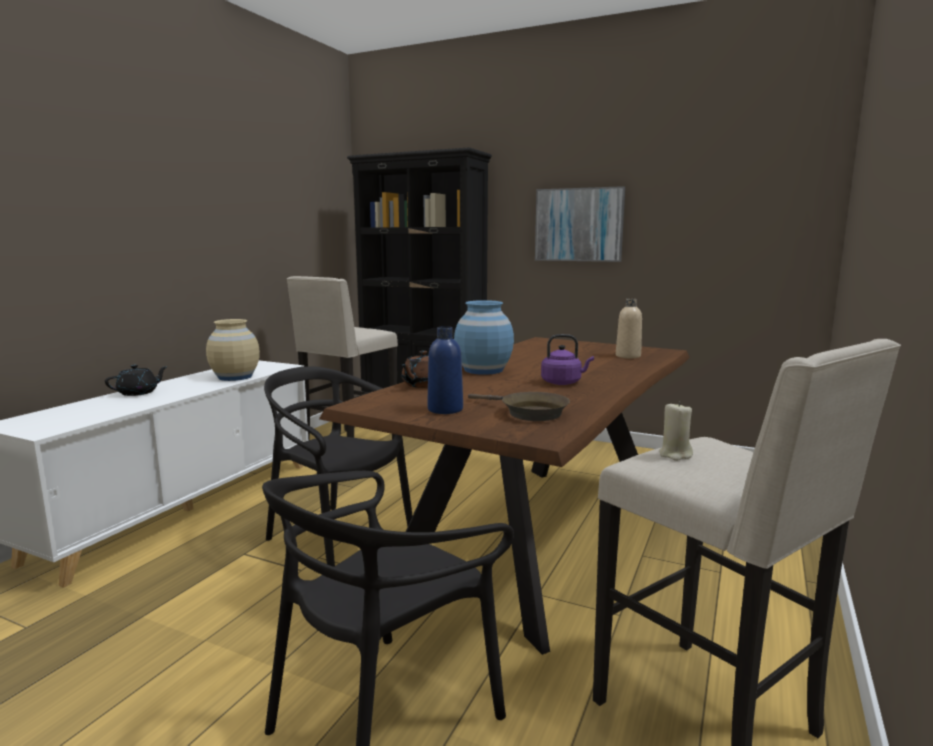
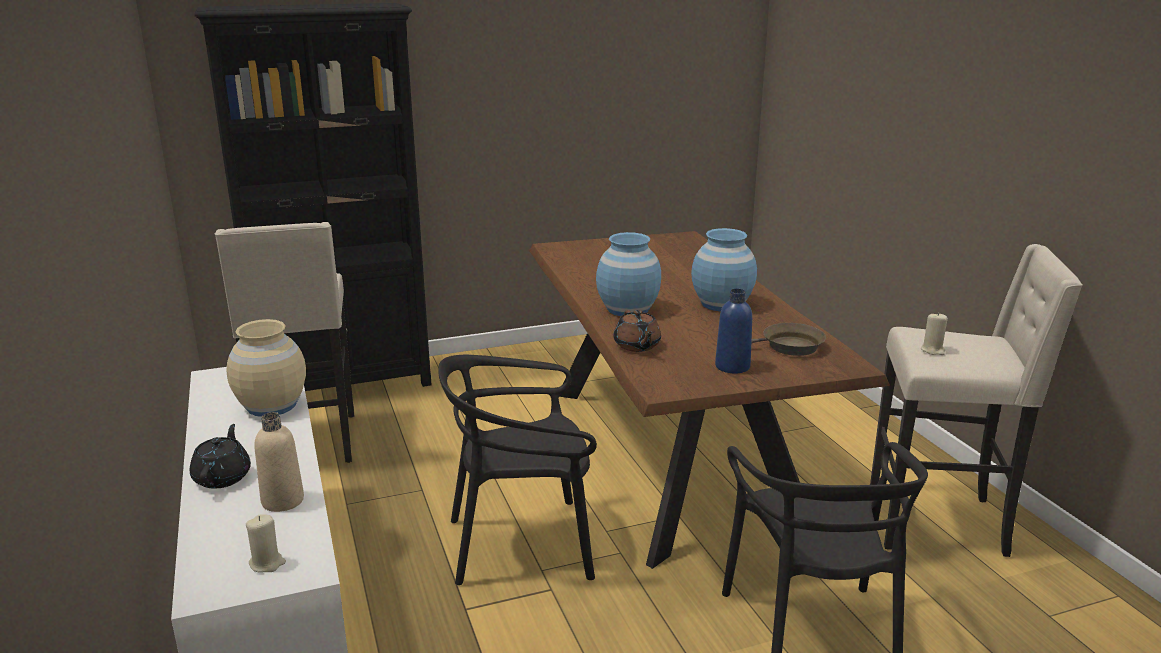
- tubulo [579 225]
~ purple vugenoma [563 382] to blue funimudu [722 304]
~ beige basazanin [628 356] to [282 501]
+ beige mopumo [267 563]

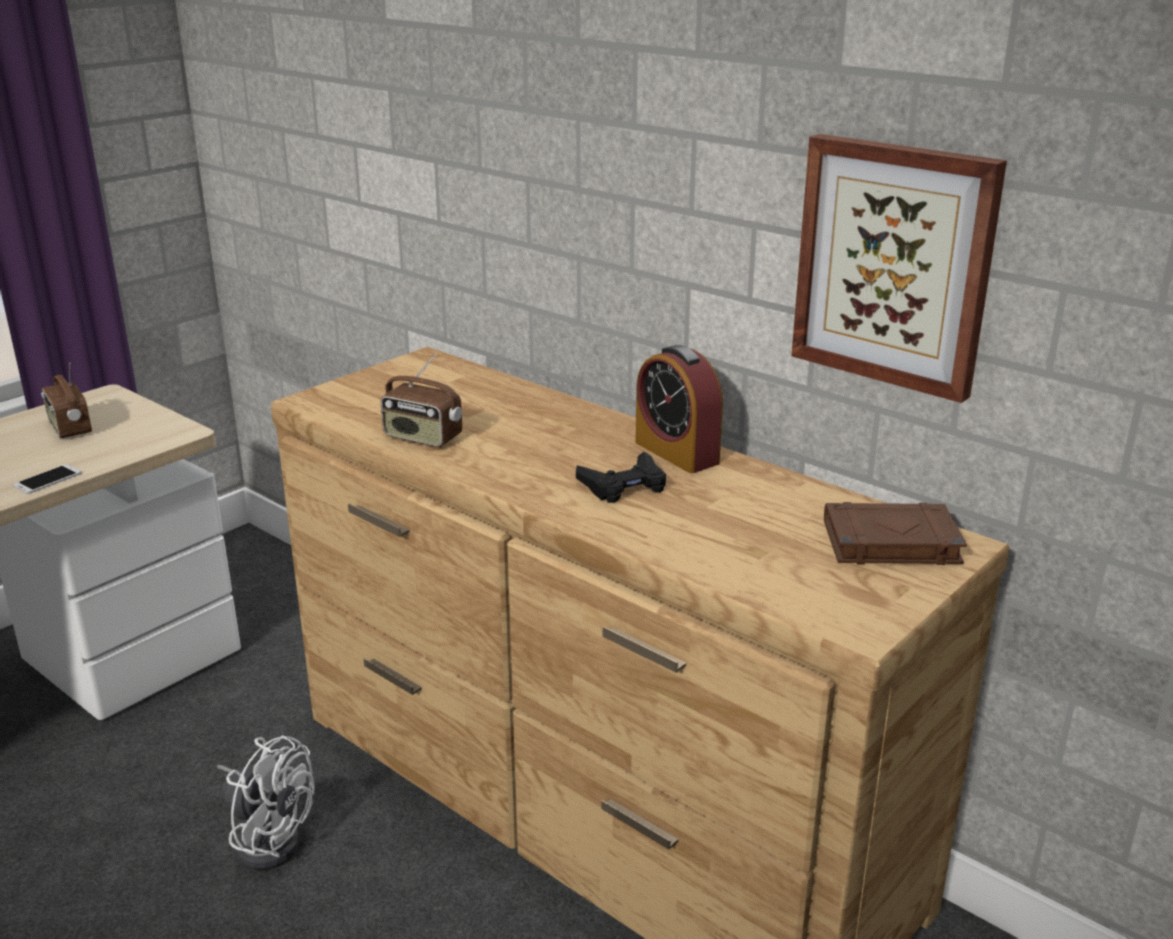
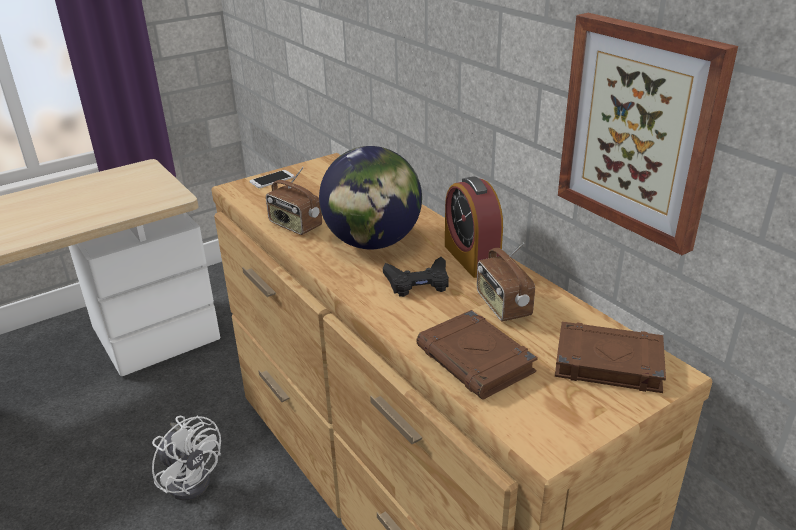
~ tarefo [48 480] to [272 179]
~ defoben [69 429] to [502 306]
+ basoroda [372 243]
+ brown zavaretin [476 360]

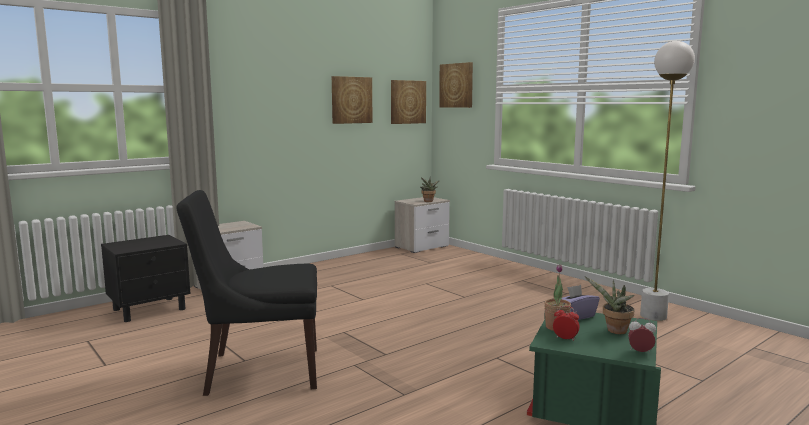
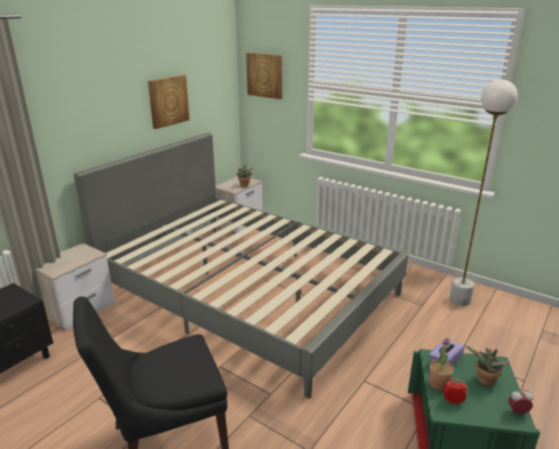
- tubulo [407 102]
+ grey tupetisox [248 291]

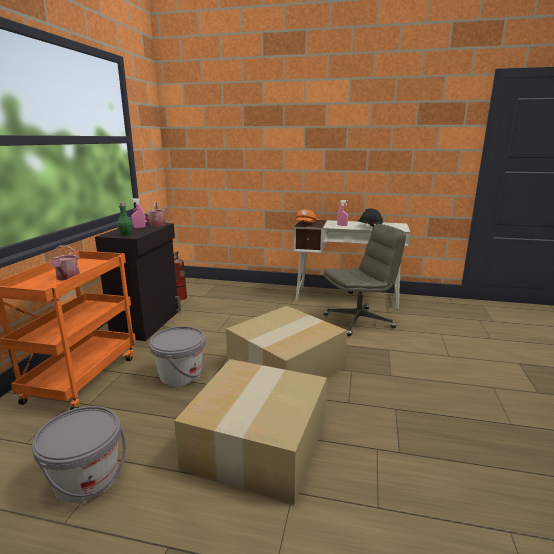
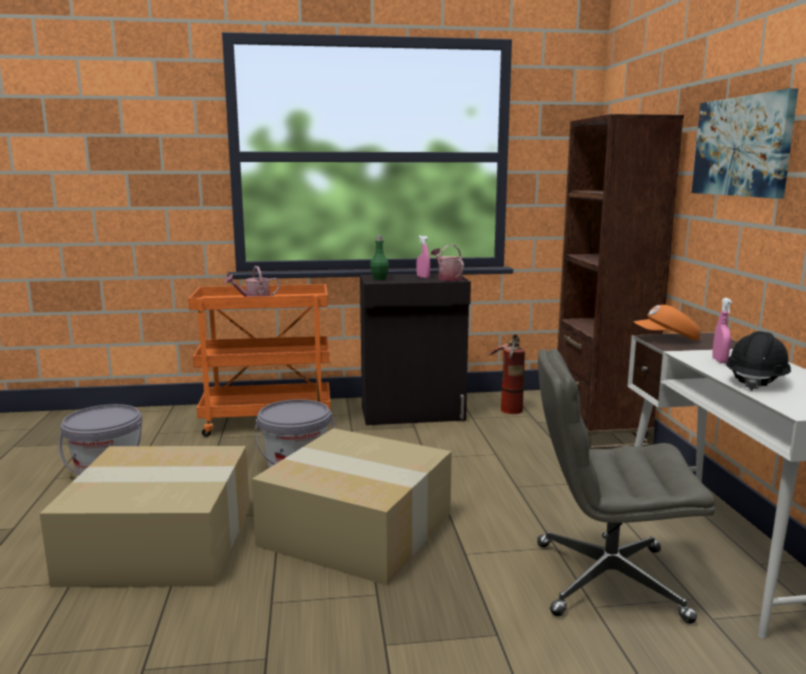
~ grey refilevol [359 321] = [606 581] 135 degrees clockwise
+ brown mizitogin [599 431]
+ tubulo [742 146]

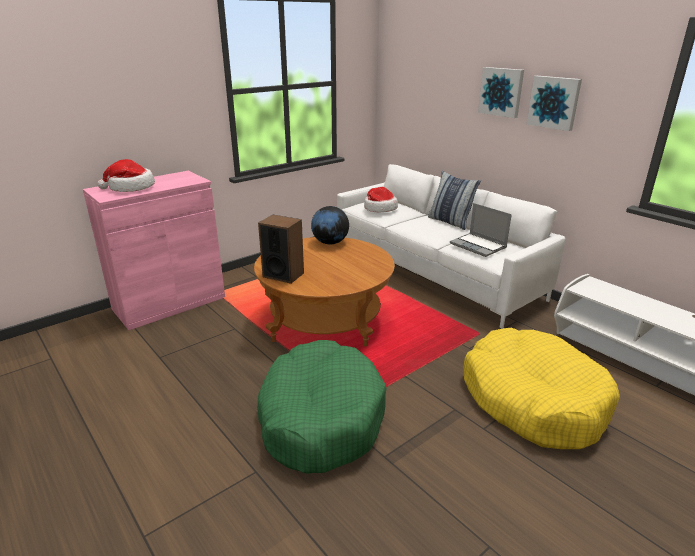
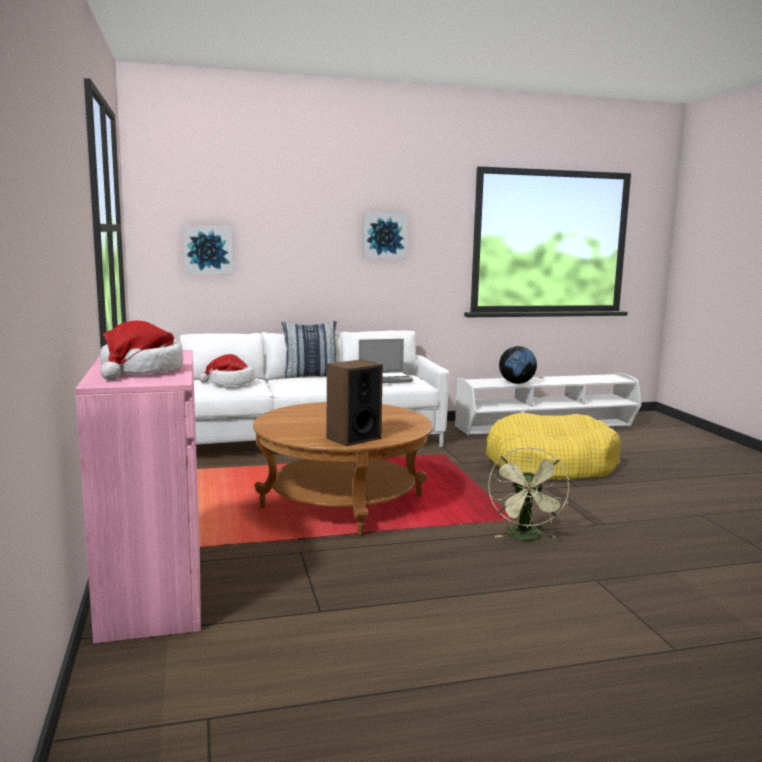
~ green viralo [320 417] to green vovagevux [526 537]
~ basoroda [330 242] to [516 383]
~ tubulo [501 92] to [208 250]

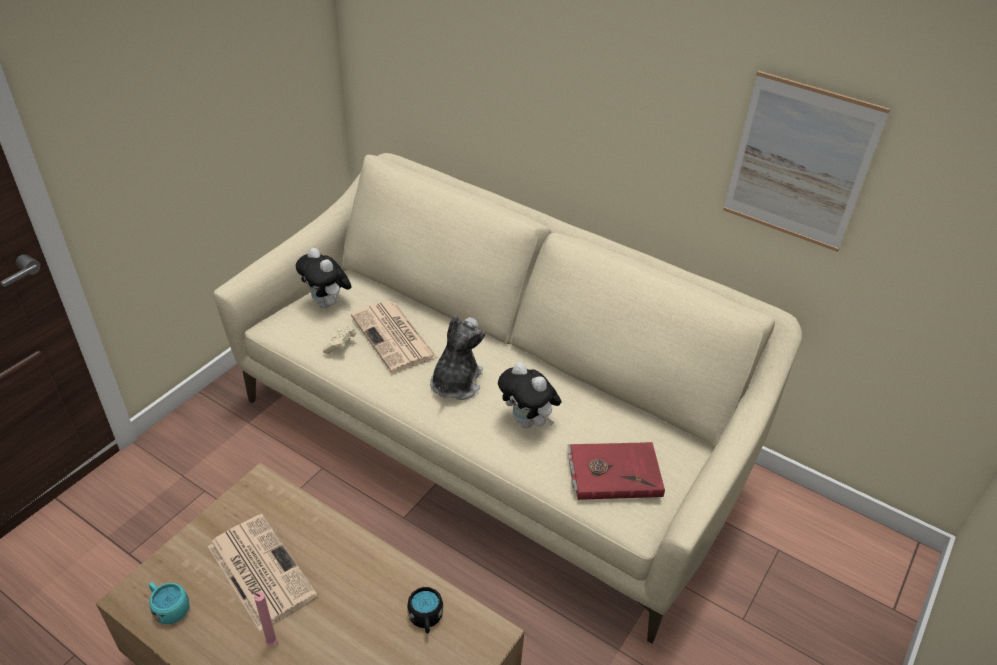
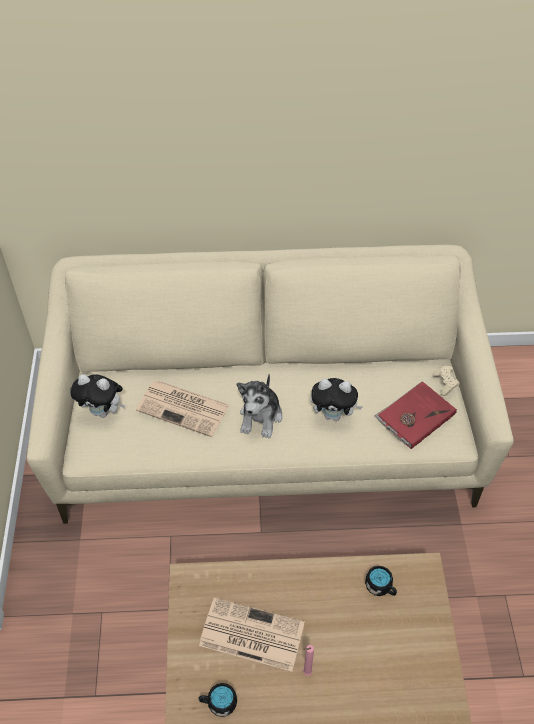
~ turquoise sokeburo [169 607] to black sokeburo [218 703]
~ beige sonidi [340 345] to [445 384]
~ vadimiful [455 383] = [261 417] 150 degrees counterclockwise
- tubulo [799 163]

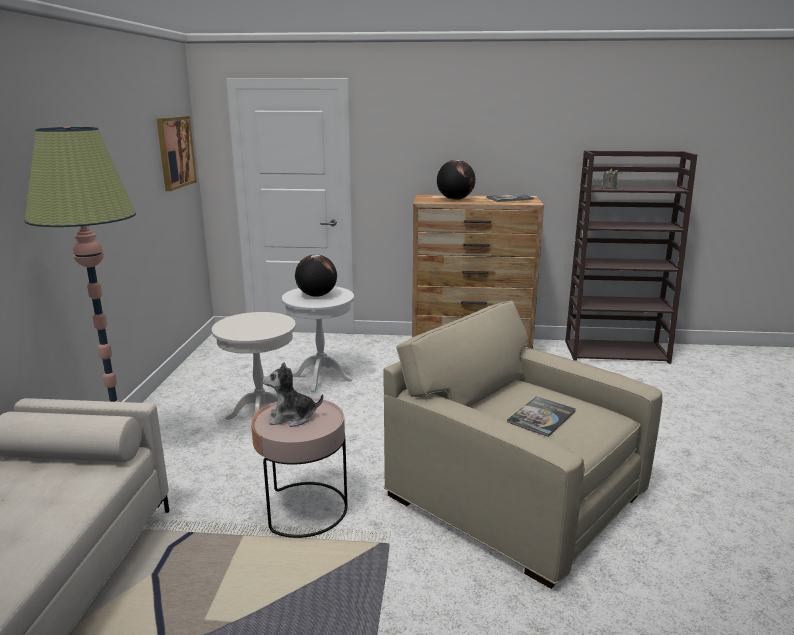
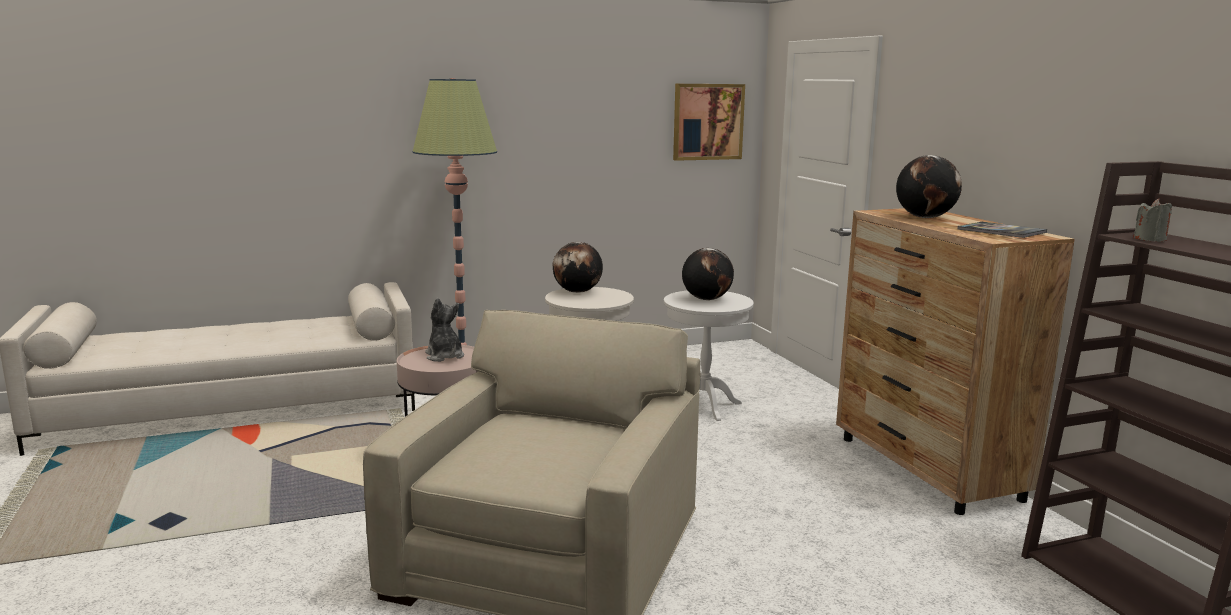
- zavaretin [541 417]
+ basoroda [577 292]

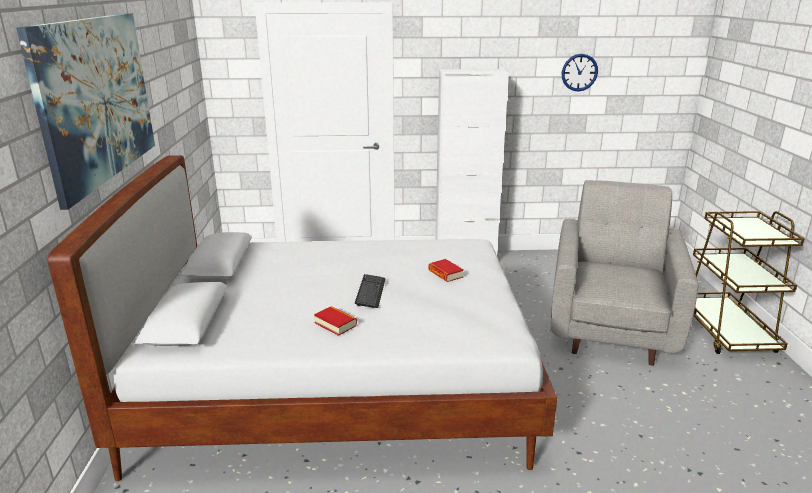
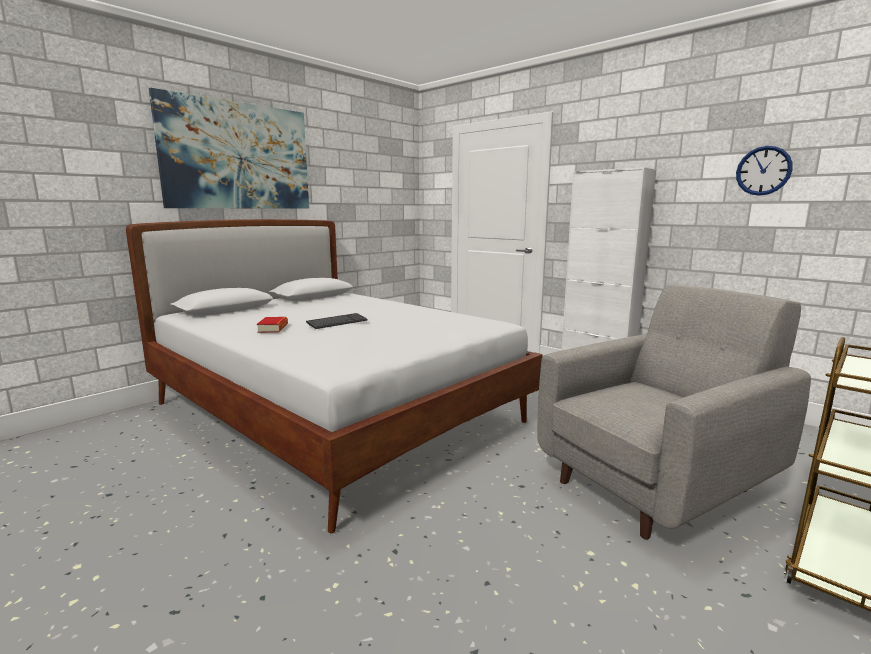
- zavaretin [445 274]

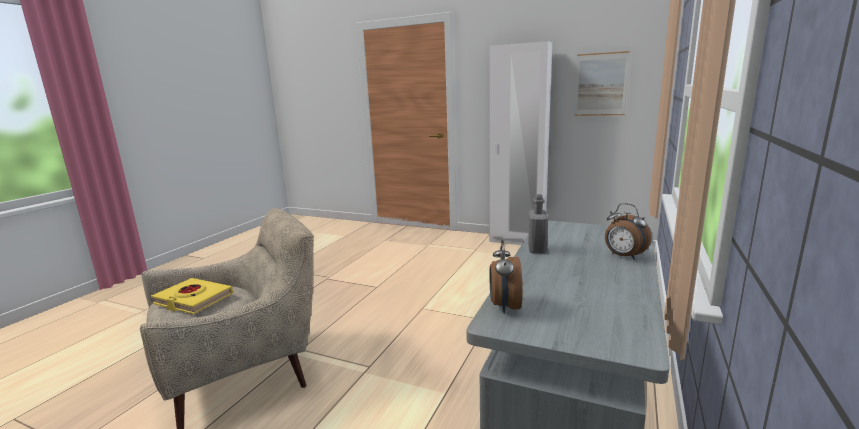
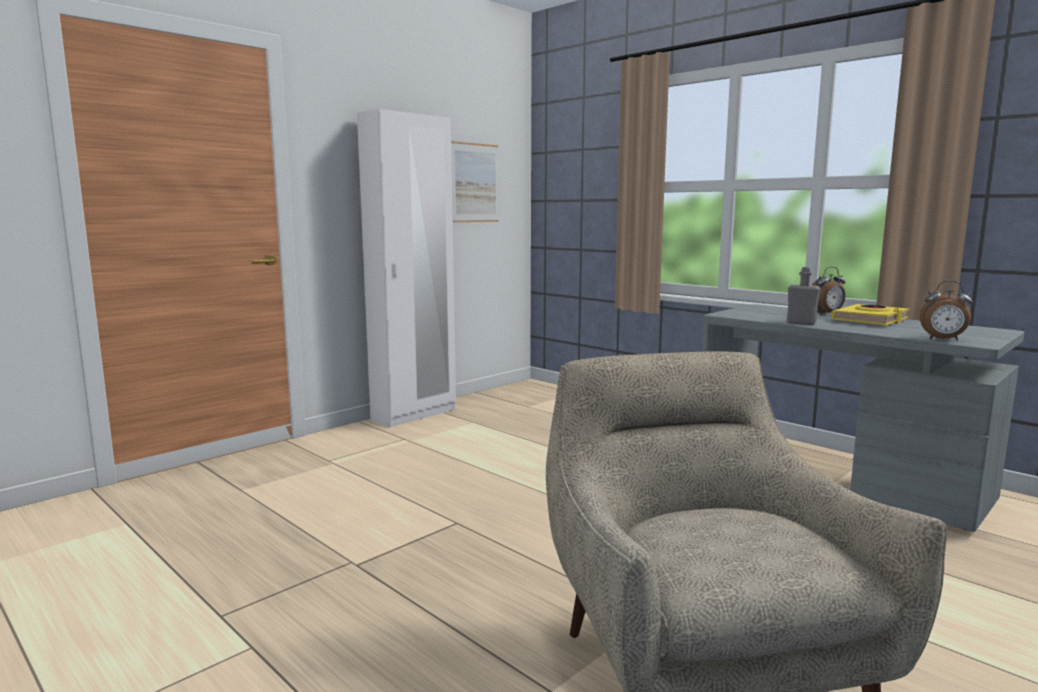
~ yellow zavaretin [193 300] to [870 320]

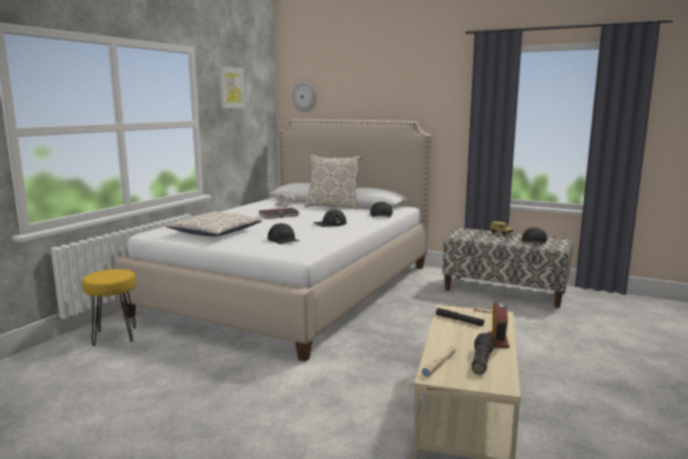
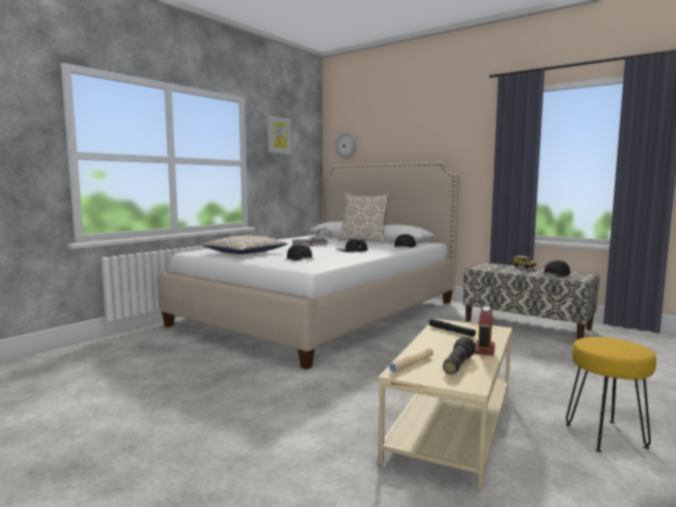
~ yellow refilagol [115 336] to [606 436]

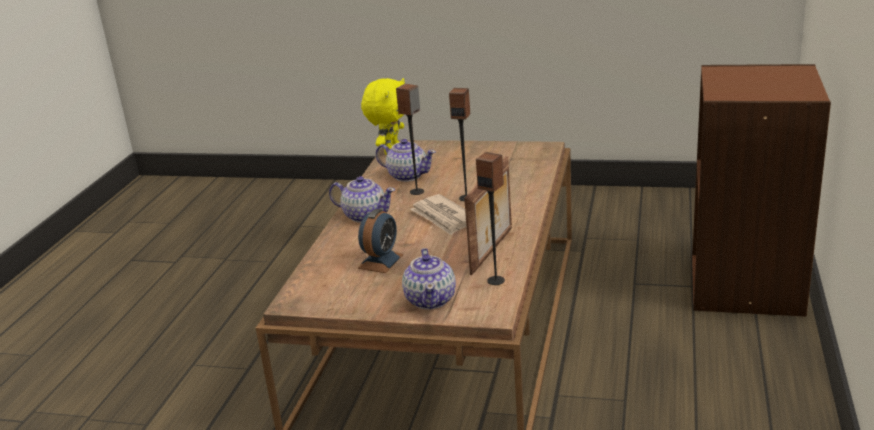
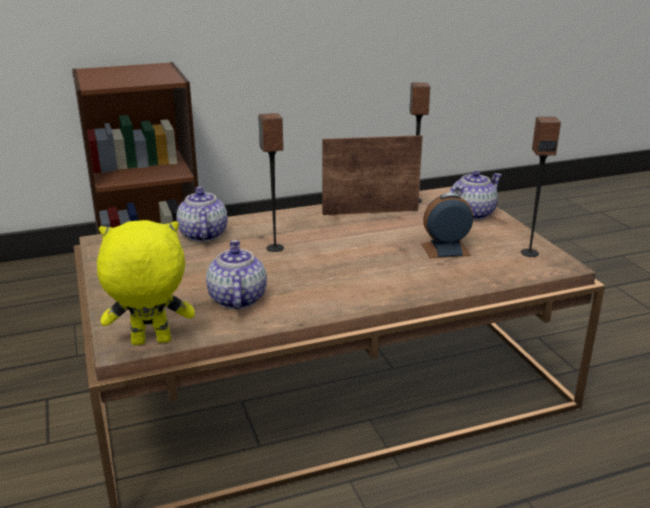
~ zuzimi [364 215] to [202 235]
~ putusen [417 192] to [529 253]
- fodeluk [444 217]

